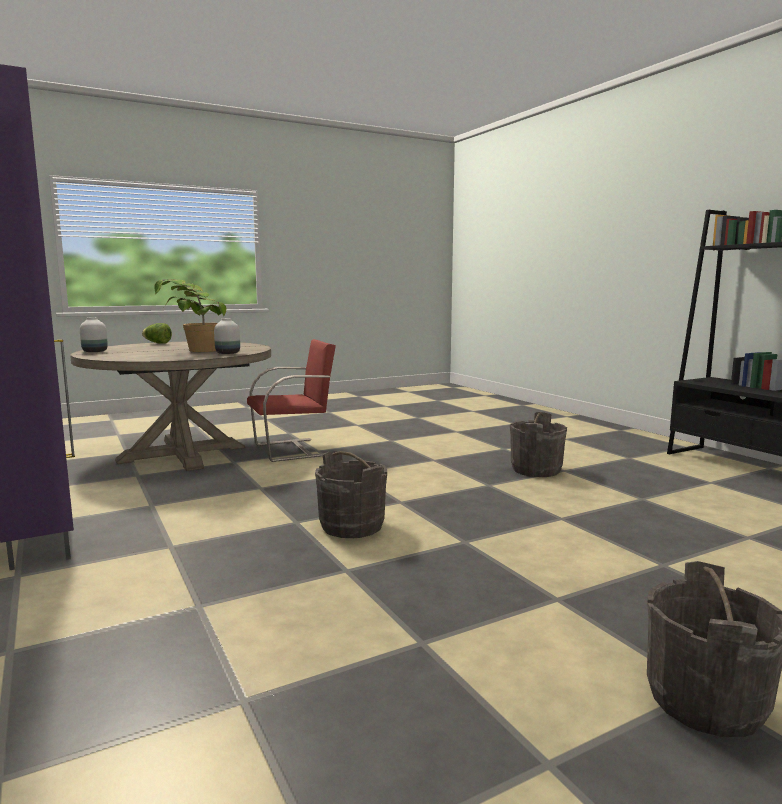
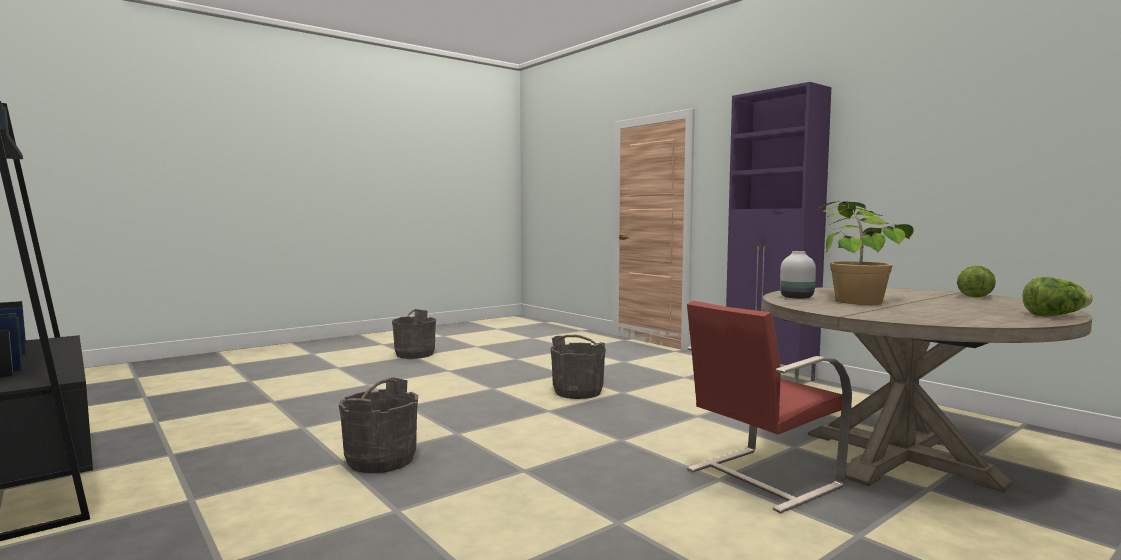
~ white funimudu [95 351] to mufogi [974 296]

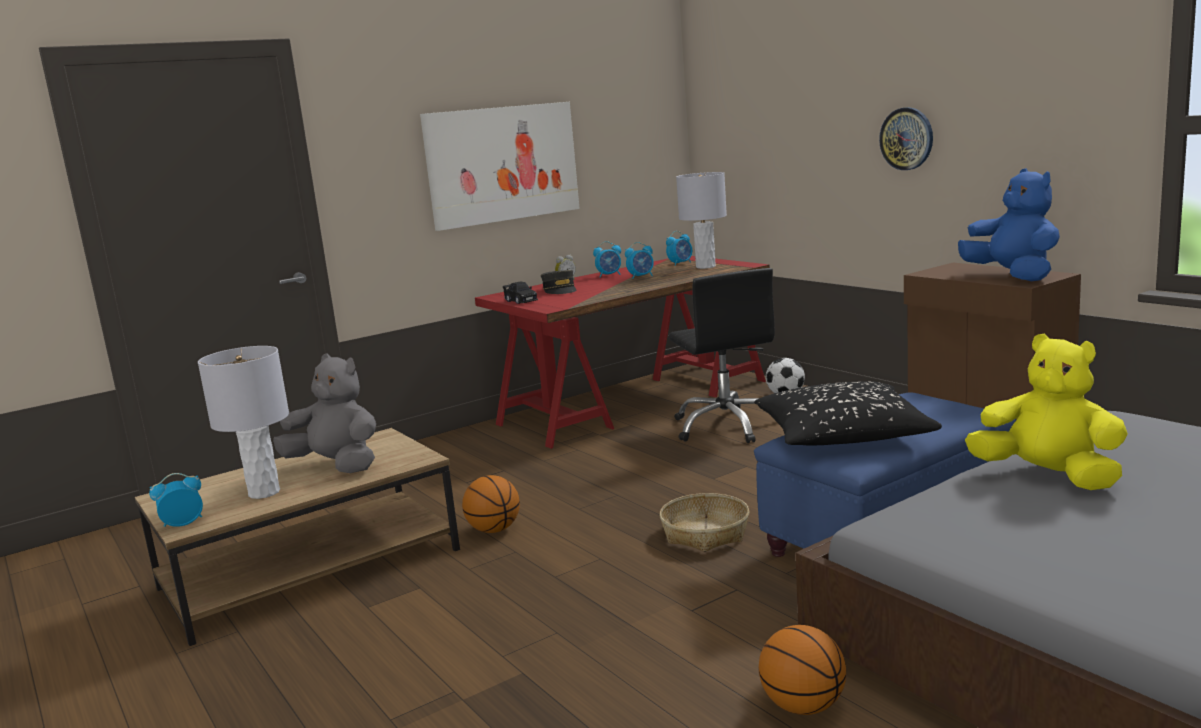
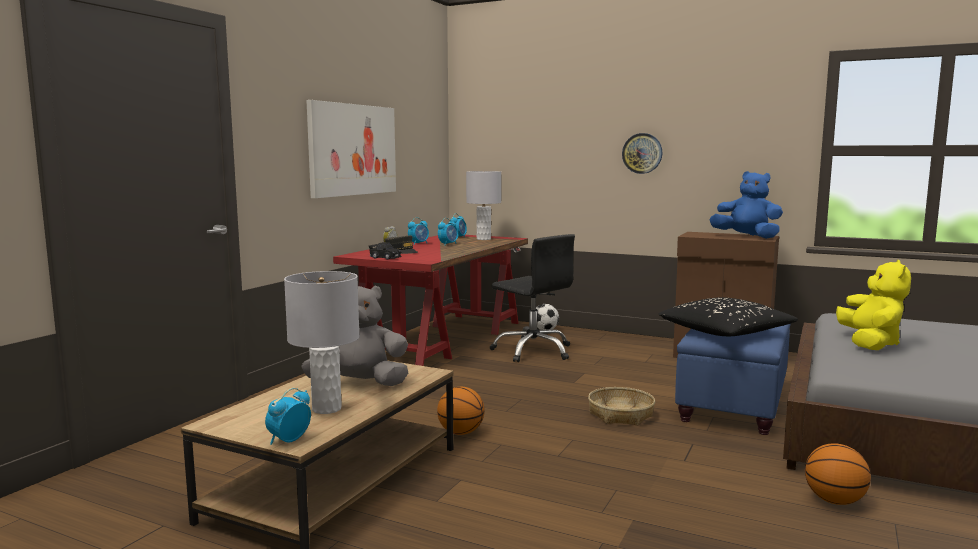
~ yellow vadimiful [1048 476] = [870 343] 90 degrees clockwise

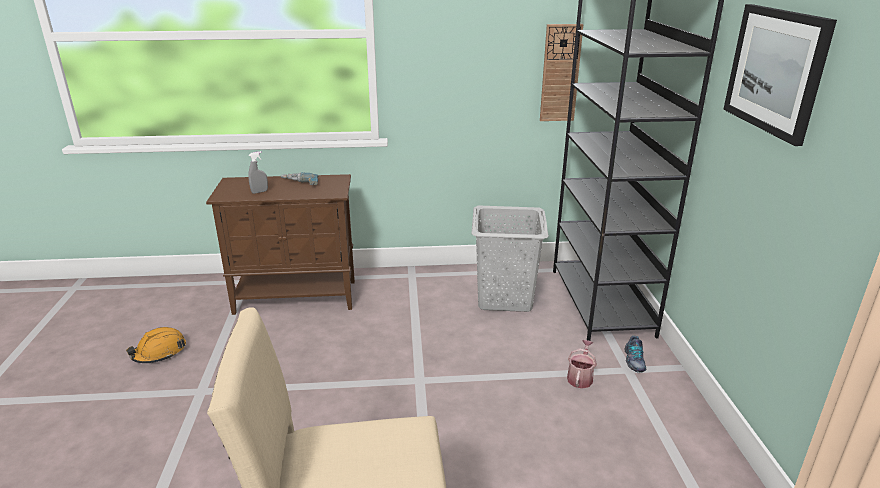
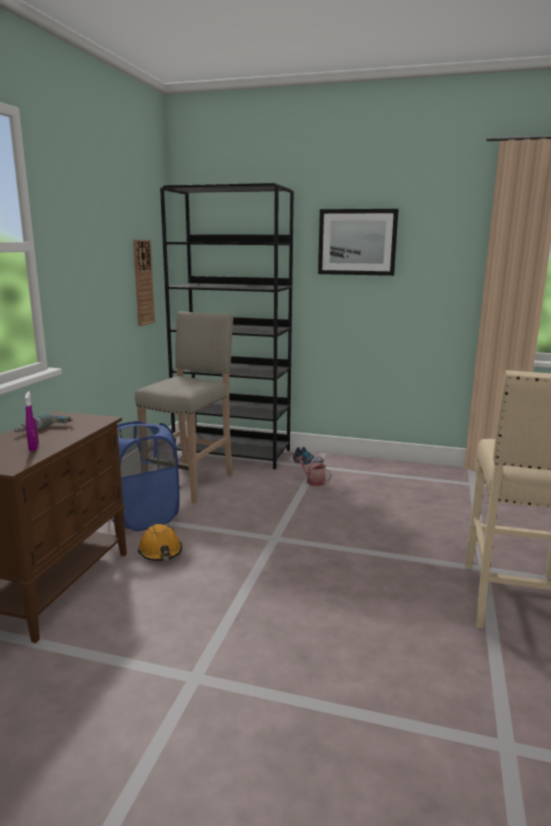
~ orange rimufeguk [159 352] to [160 551]
~ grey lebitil [259 192] to purple lebitil [34 448]
~ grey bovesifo [505 298] to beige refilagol [191 482]
+ blue bovesifo [143 517]

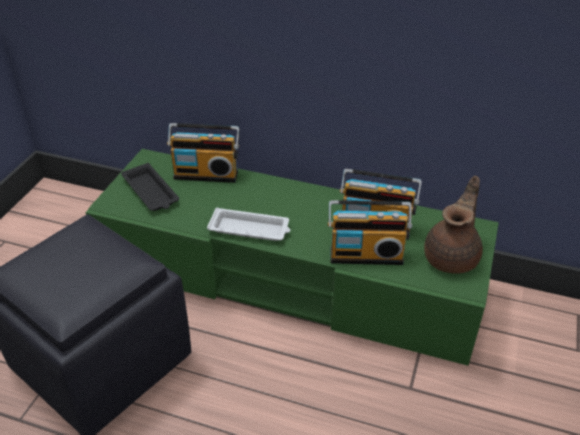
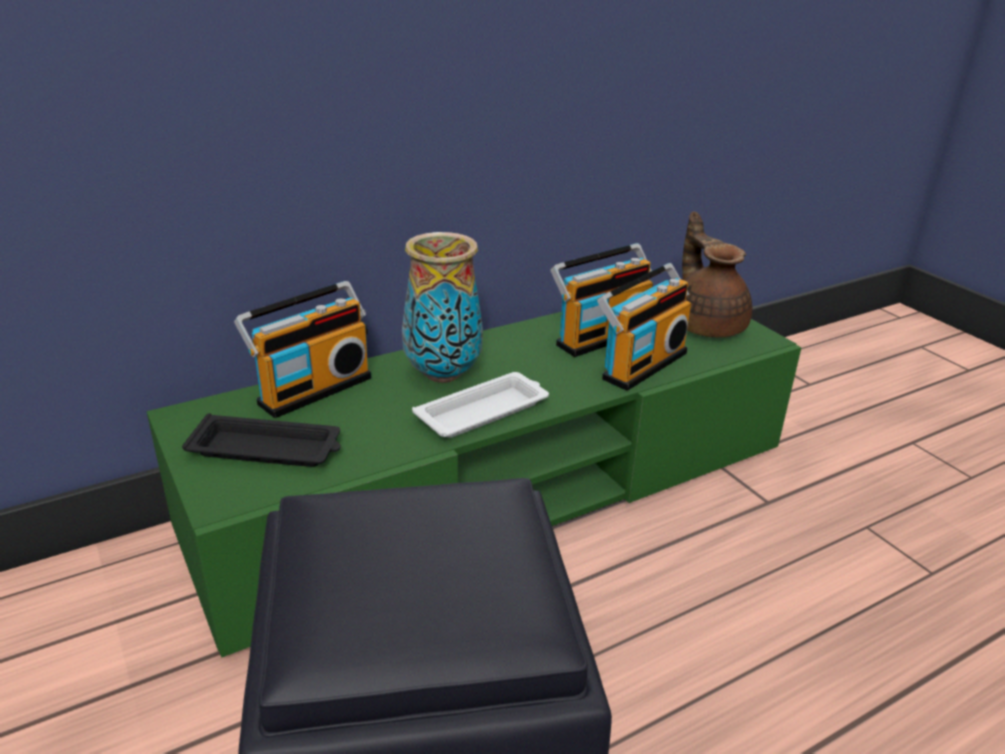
+ funimudu [442 375]

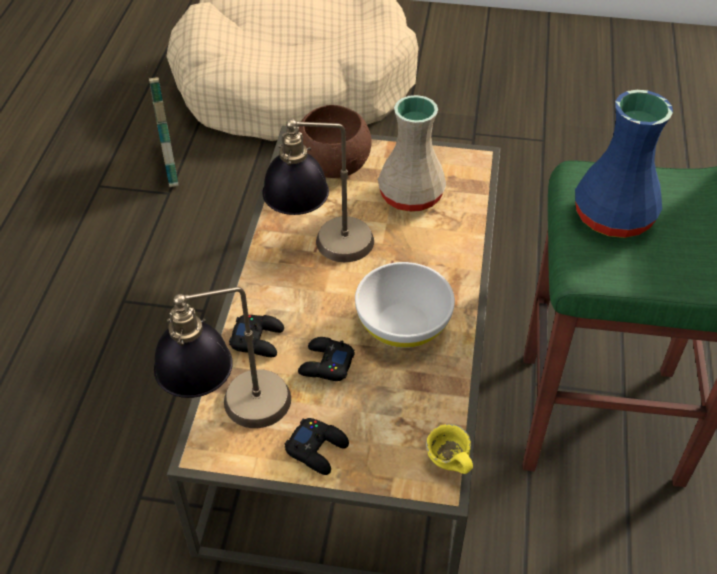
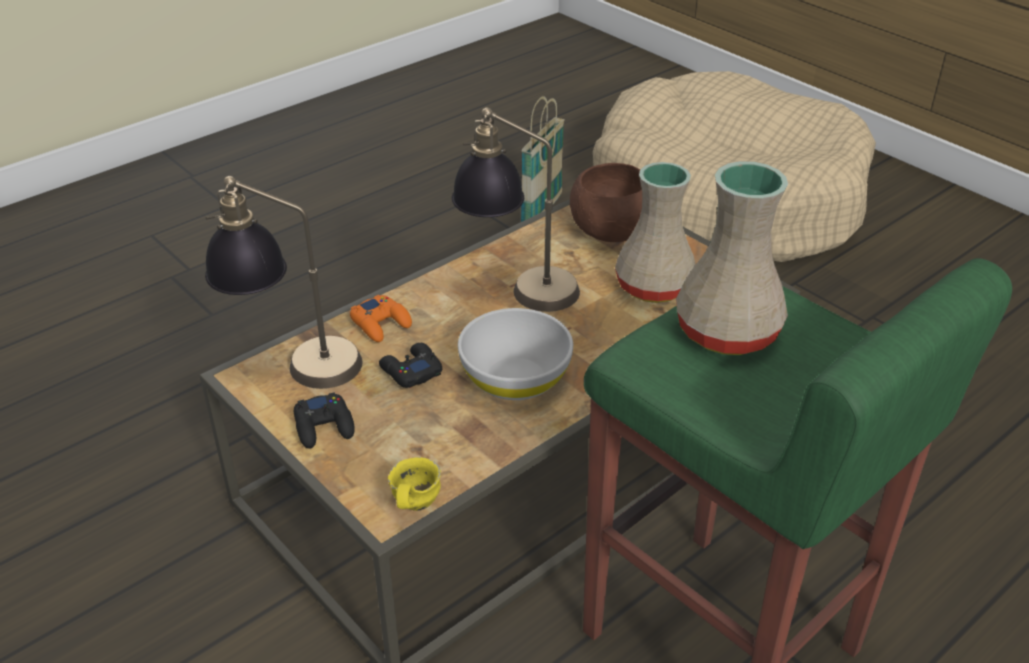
~ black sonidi [258 339] to orange sonidi [381 323]
~ blue funimudu [614 218] to beige funimudu [726 334]

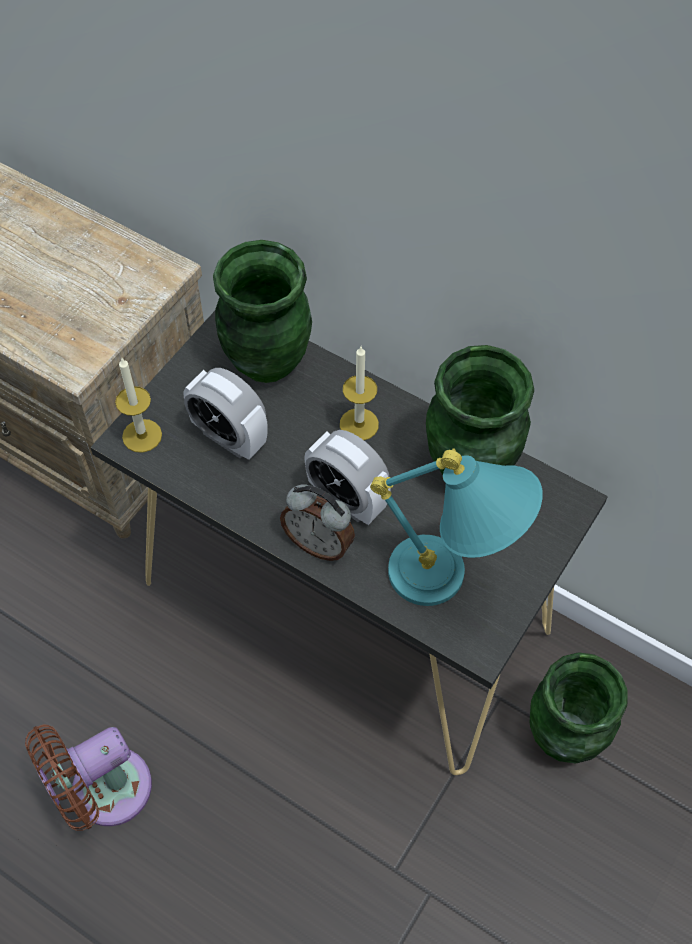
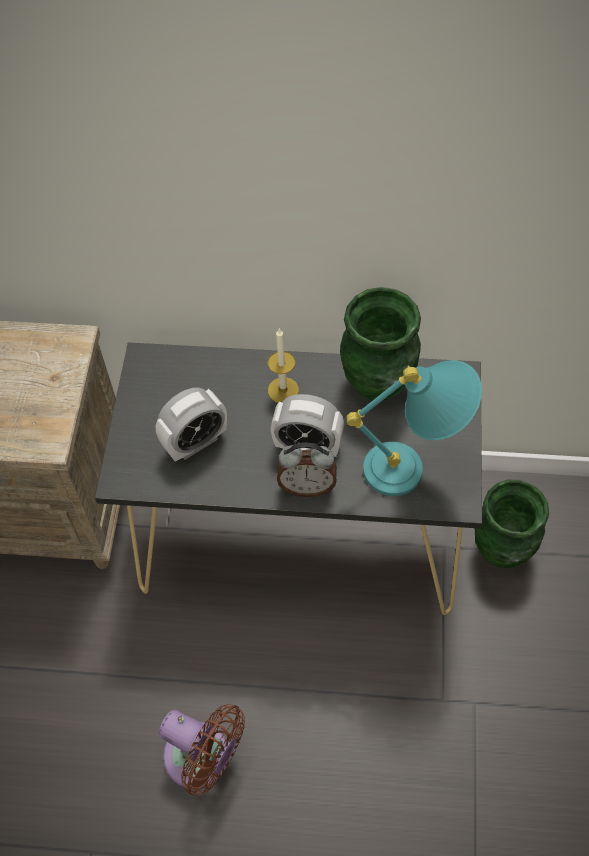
~ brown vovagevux [103 792] = [203 759] 90 degrees counterclockwise
- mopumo [142 435]
~ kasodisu [229 438] = [195 442] 45 degrees counterclockwise
- green funimudu [267 360]

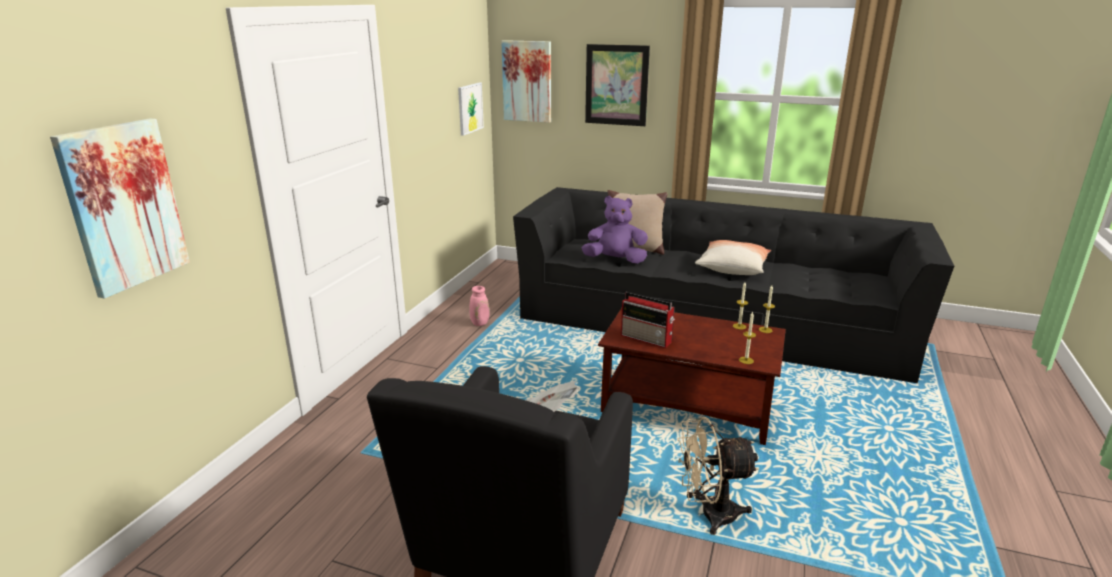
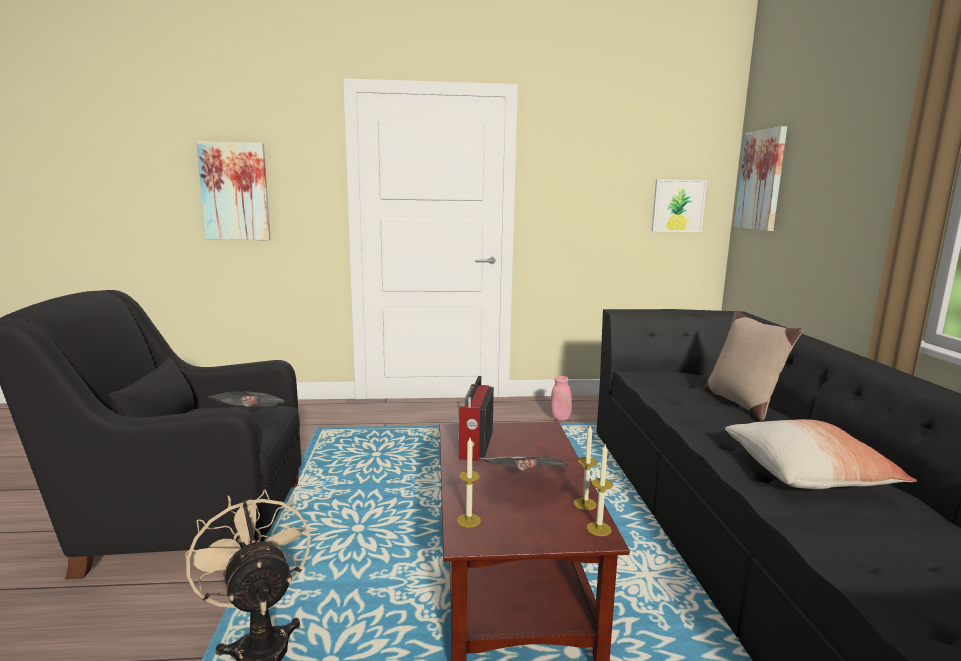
- purple vadimiful [615 260]
- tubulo [616 85]
+ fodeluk [522 484]

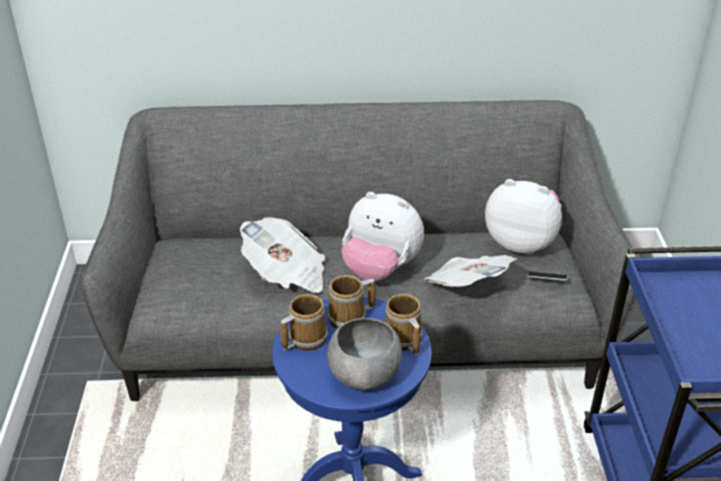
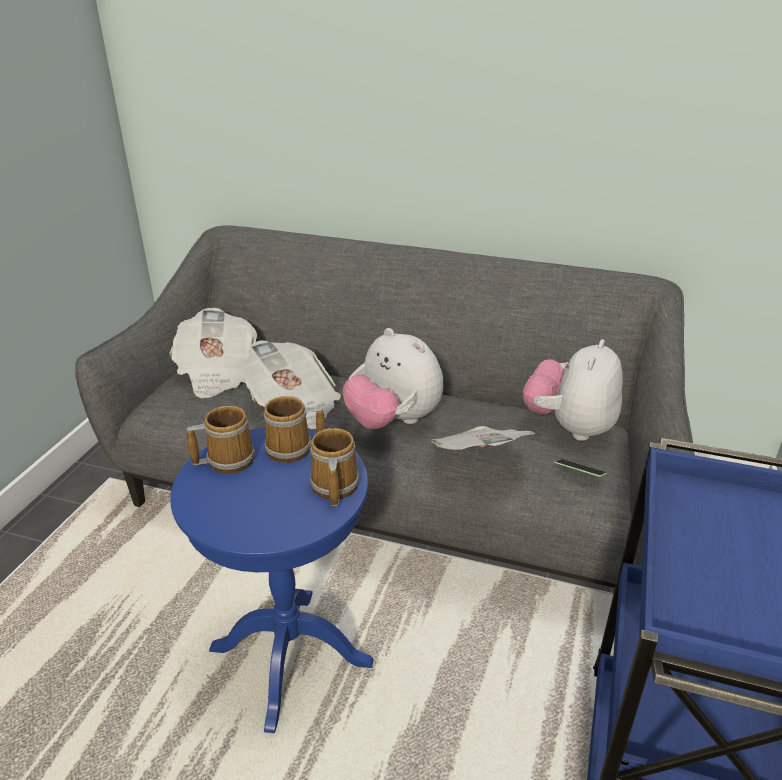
- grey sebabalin [363 374]
~ vadimiful [521 242] = [569 427] 105 degrees counterclockwise
+ fodeluk [217 373]

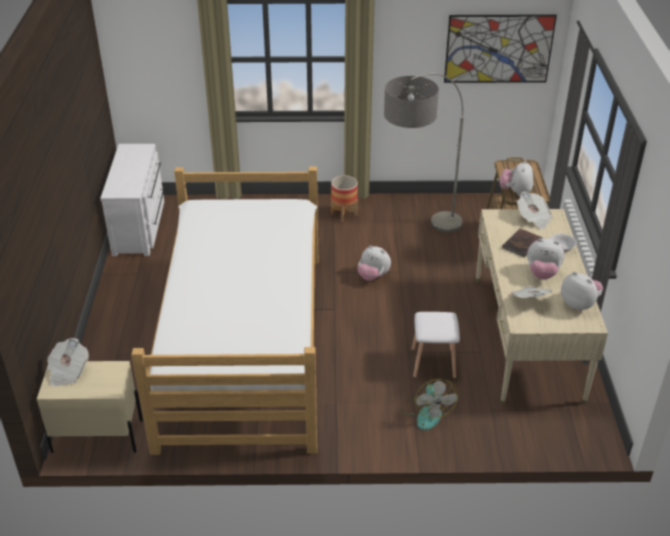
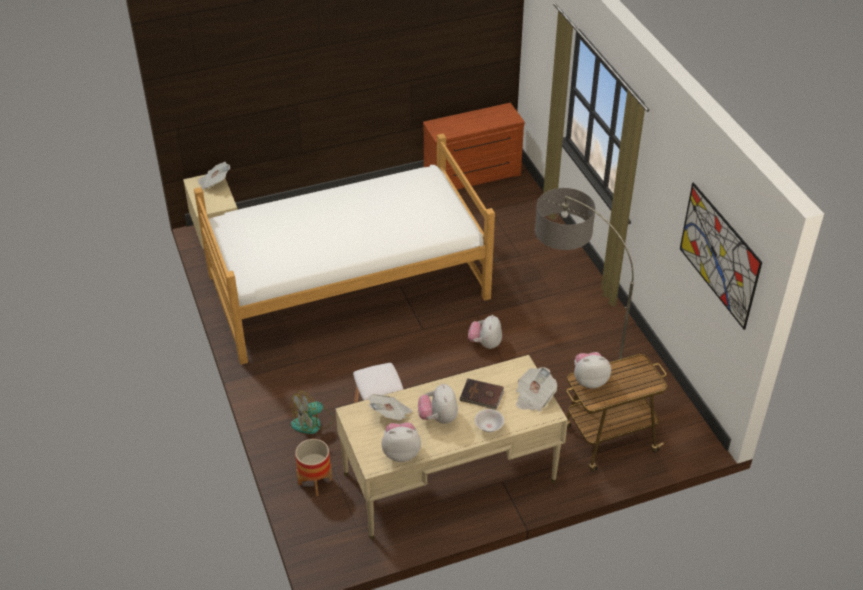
~ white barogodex [140 227] to brown barogodex [473 176]
~ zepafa [344 214] to [315 482]
~ vadimiful [579 304] = [401 452] 120 degrees counterclockwise

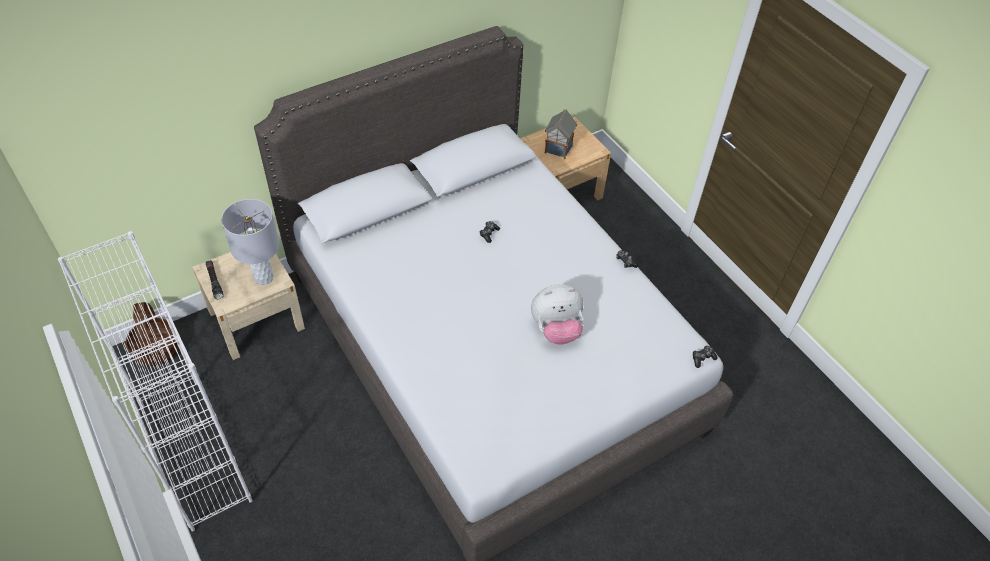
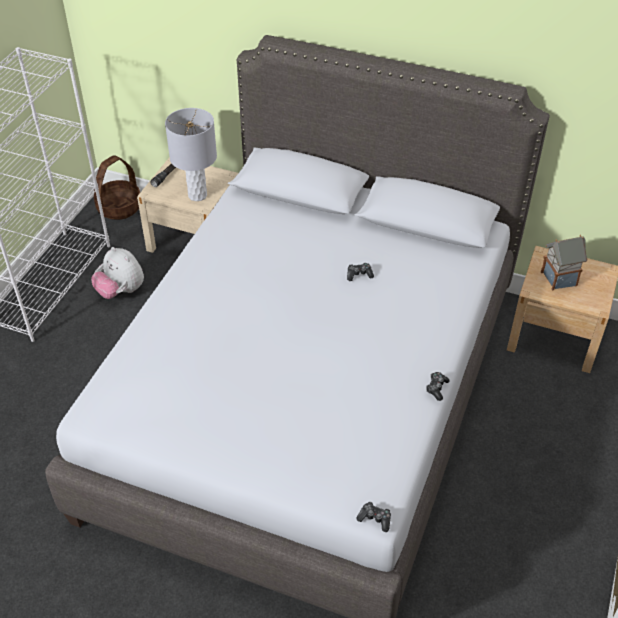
~ vadimiful [556 329] to [121 291]

